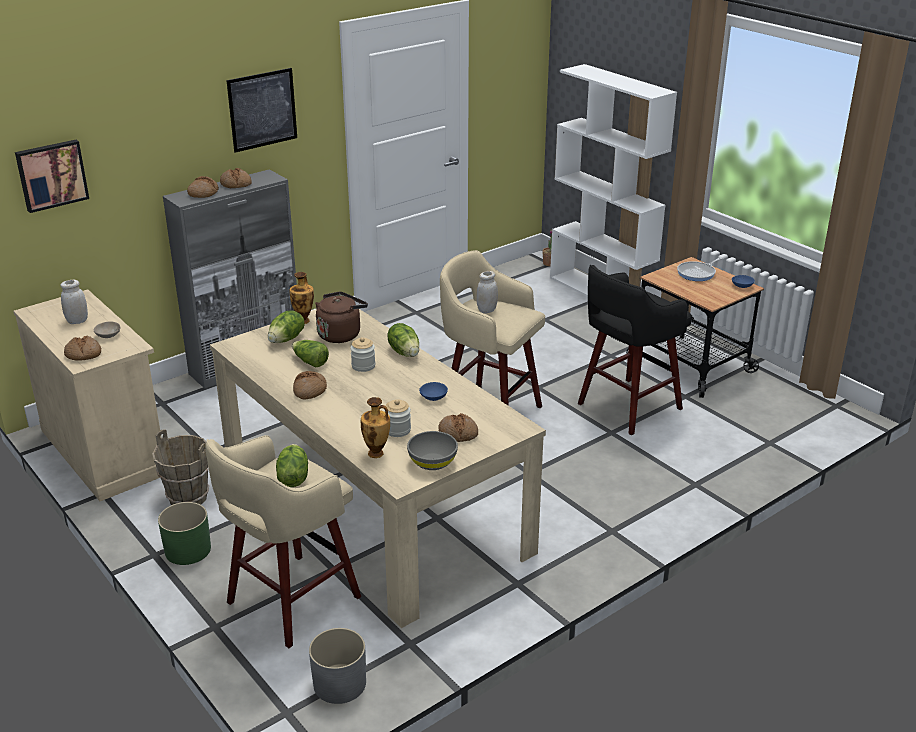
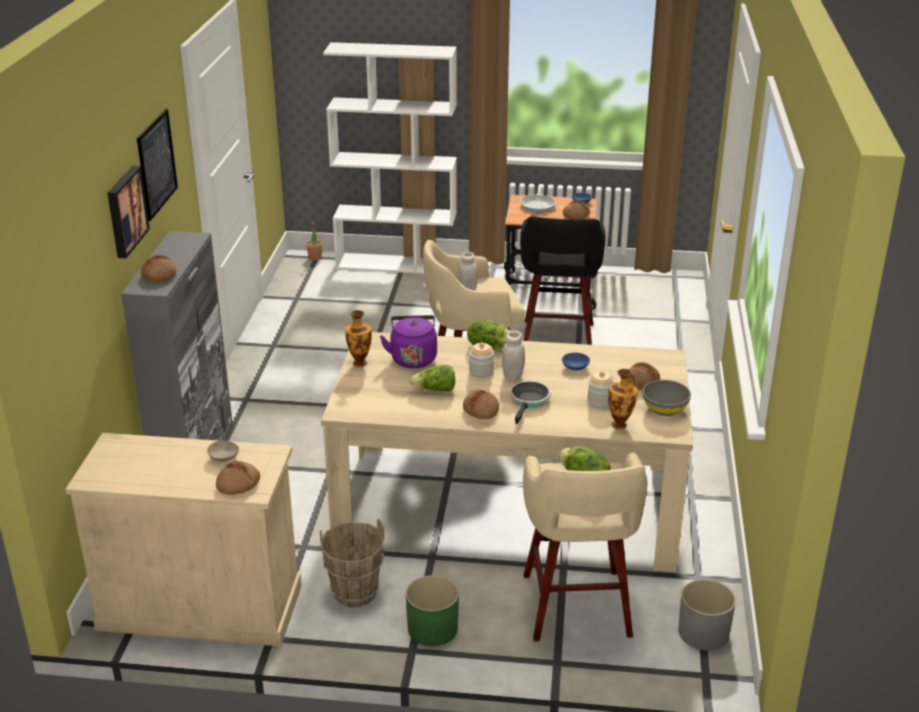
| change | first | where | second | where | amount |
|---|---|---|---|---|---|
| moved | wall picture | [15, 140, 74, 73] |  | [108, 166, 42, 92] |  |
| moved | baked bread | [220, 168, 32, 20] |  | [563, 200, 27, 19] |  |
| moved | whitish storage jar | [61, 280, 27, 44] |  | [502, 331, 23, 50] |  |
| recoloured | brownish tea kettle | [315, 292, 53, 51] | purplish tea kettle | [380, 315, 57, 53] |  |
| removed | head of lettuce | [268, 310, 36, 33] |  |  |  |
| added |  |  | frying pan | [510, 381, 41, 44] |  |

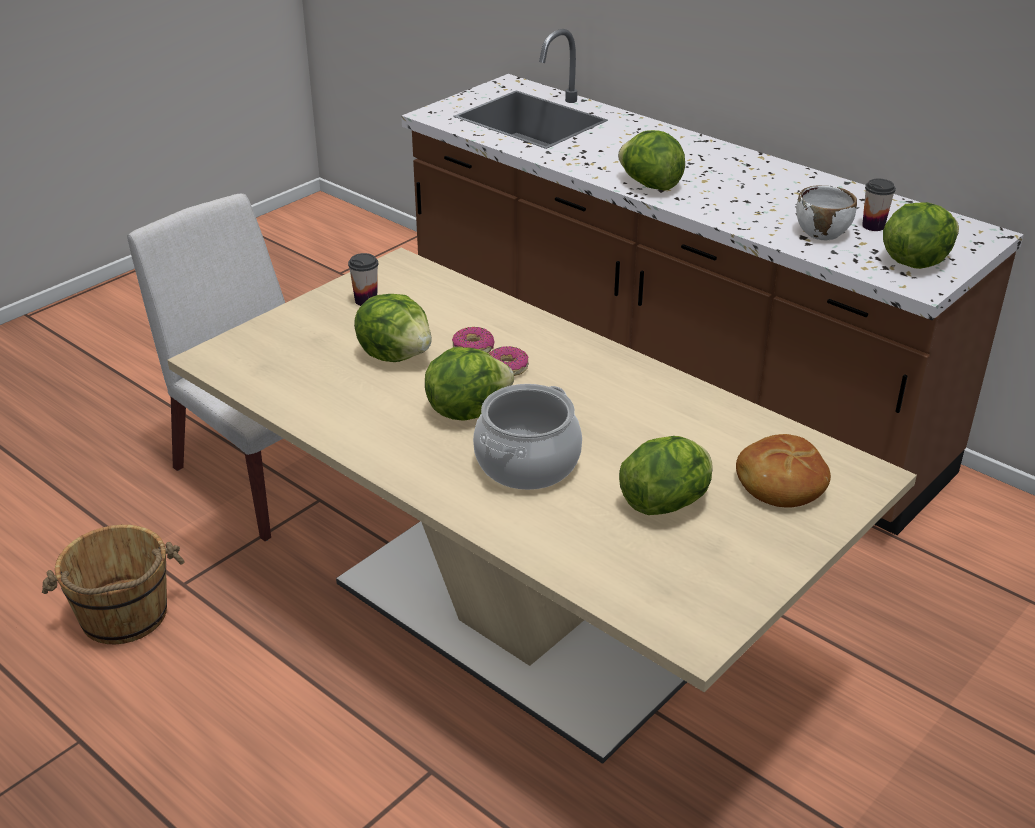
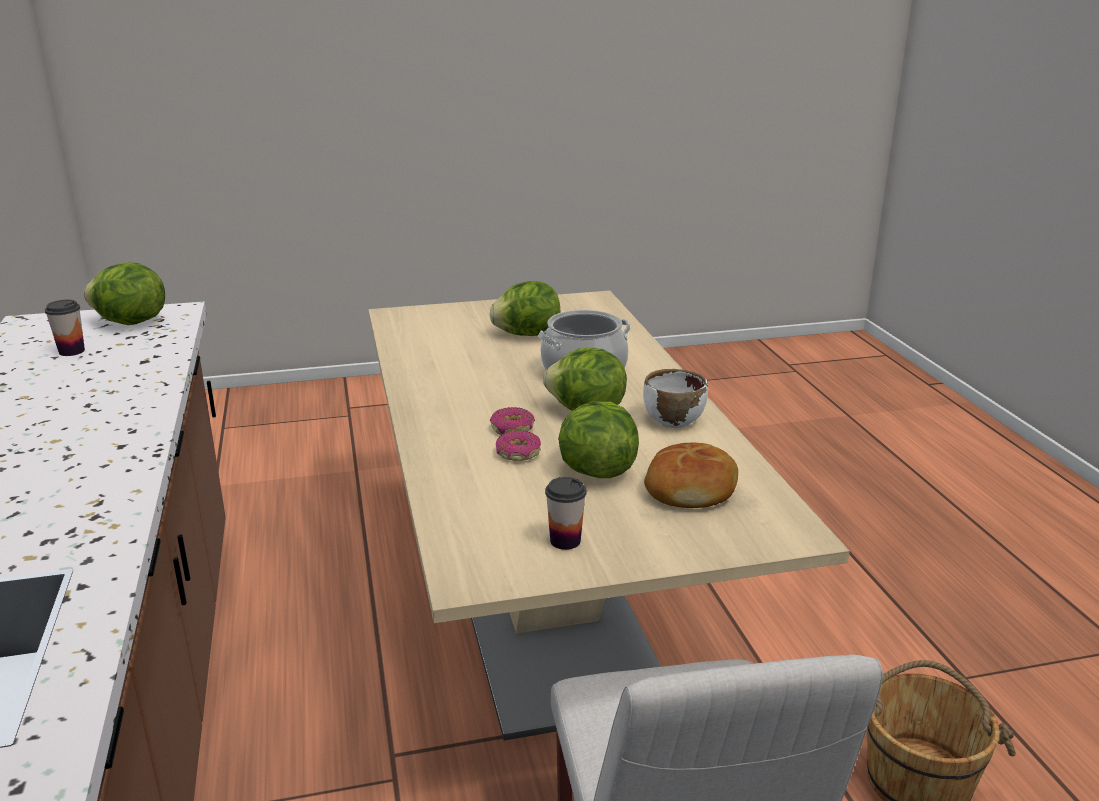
| change | first | where | second | where | amount |
|---|---|---|---|---|---|
| removed | head of lettuce | [618, 130, 67, 60] |  |  |  |
| moved | whitish deep dish | [796, 185, 61, 55] |  | [643, 369, 65, 59] |  |
| moved | baked bread | [736, 434, 95, 74] |  | [644, 443, 94, 65] |  |

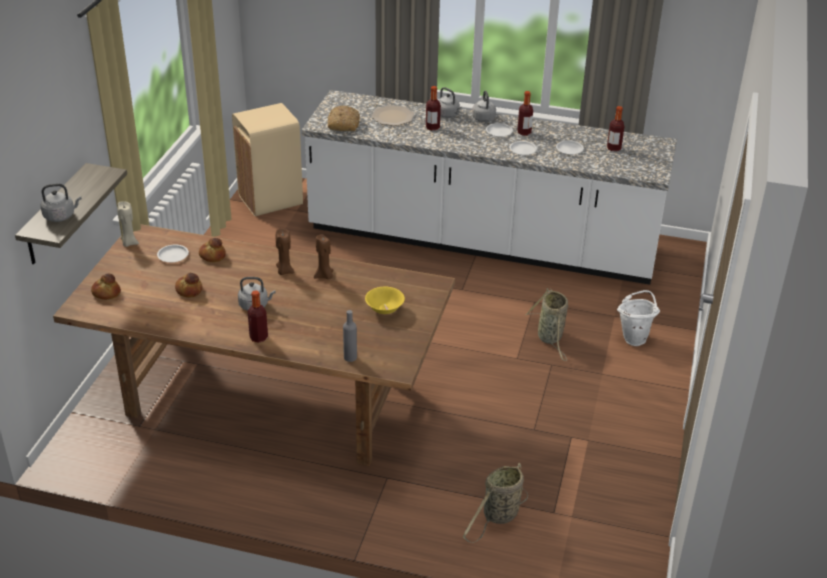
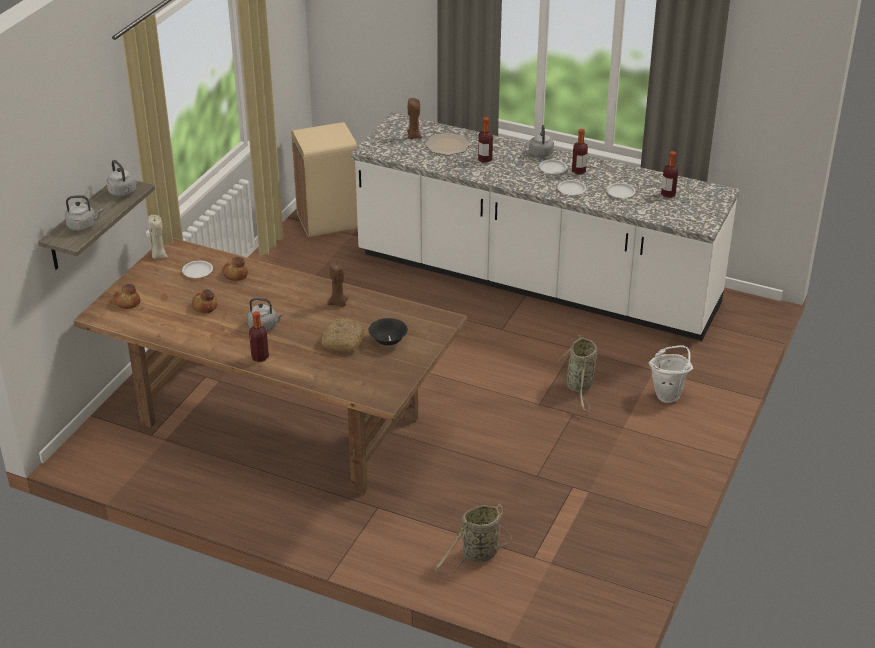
| change | first | where | second | where | amount |
|---|---|---|---|---|---|
| moved | grey tea kettle | [439, 87, 23, 31] |  | [107, 160, 29, 37] |  |
| moved | baked bread | [328, 106, 32, 25] |  | [322, 318, 42, 35] |  |
| moved | brownish candle | [276, 229, 19, 46] |  | [407, 98, 15, 41] |  |
| recoloured | yellowish deep dish | [365, 286, 40, 28] | blackish deep dish | [368, 318, 40, 28] |  |
| removed | grey drink bottle | [343, 310, 14, 52] |  |  |  |

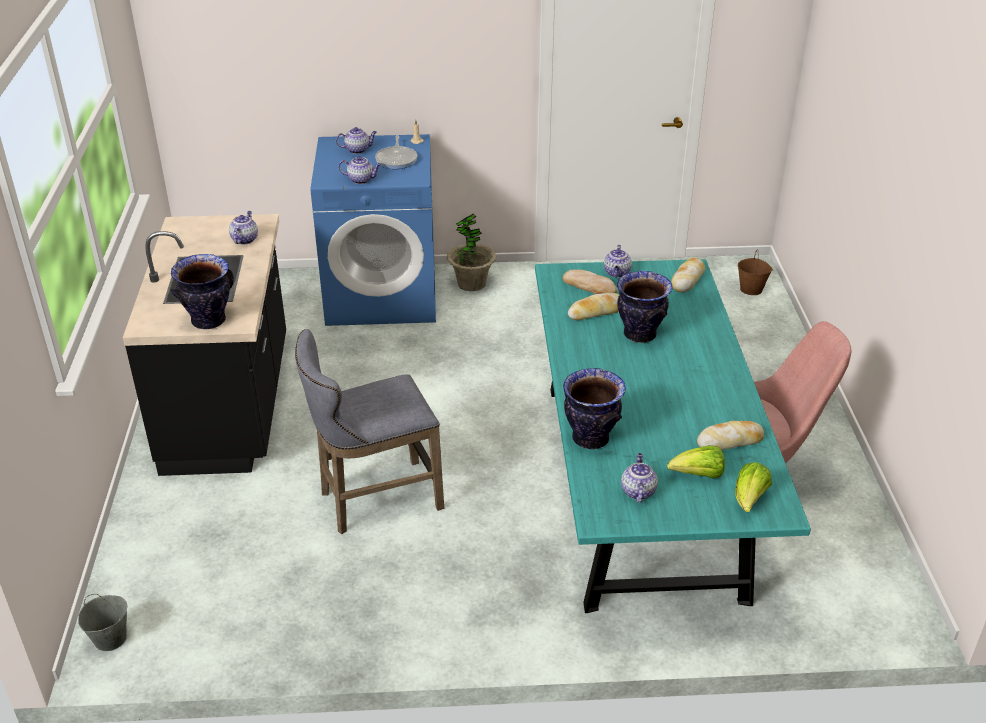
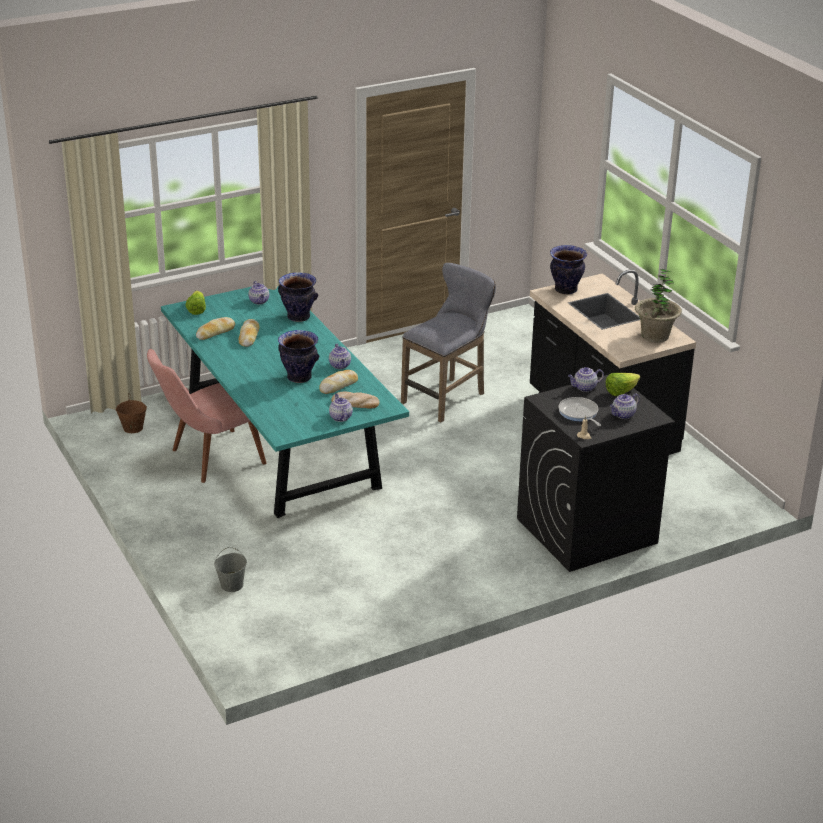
| change | first | where | second | where | amount |
|---|---|---|---|---|---|
| recoloured | bluish washing machine | [310, 134, 126, 192] | blackish washing machine | [517, 374, 158, 198] |  |
| moved | teapot | [229, 211, 29, 33] |  | [329, 344, 22, 25] |  |
| moved | potted plant | [447, 213, 49, 78] |  | [635, 269, 47, 74] |  |
| moved | brownish bucket | [738, 250, 35, 45] |  | [116, 393, 31, 40] |  |
| moved | baked bread | [671, 258, 34, 34] |  | [239, 319, 21, 28] |  |
| moved | head of lettuce | [667, 445, 58, 33] |  | [606, 373, 34, 23] |  |
| moved | grey bucket | [78, 594, 49, 57] |  | [214, 547, 33, 45] |  |

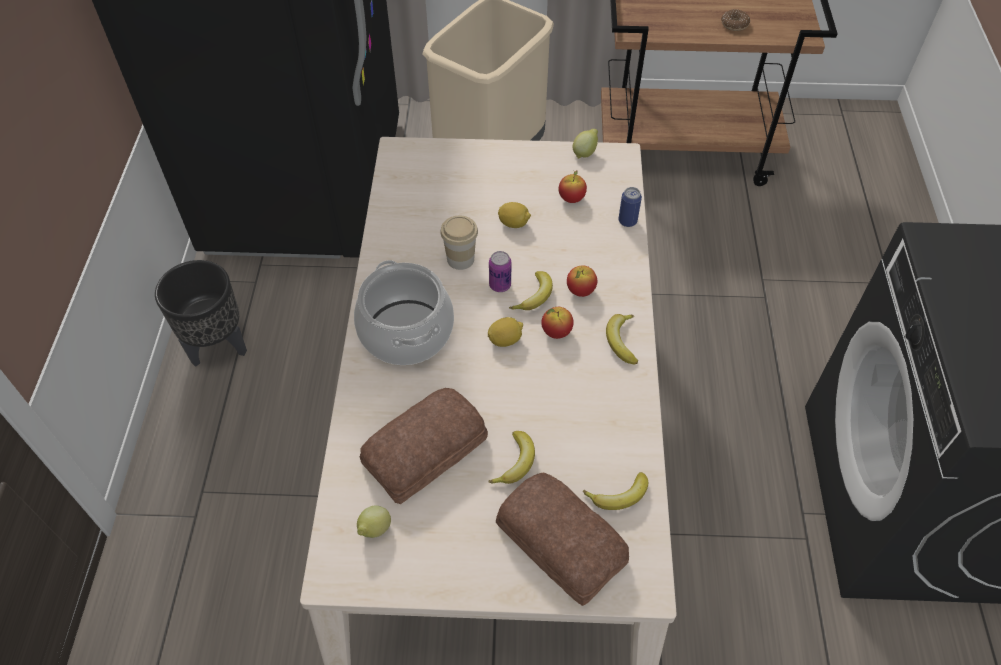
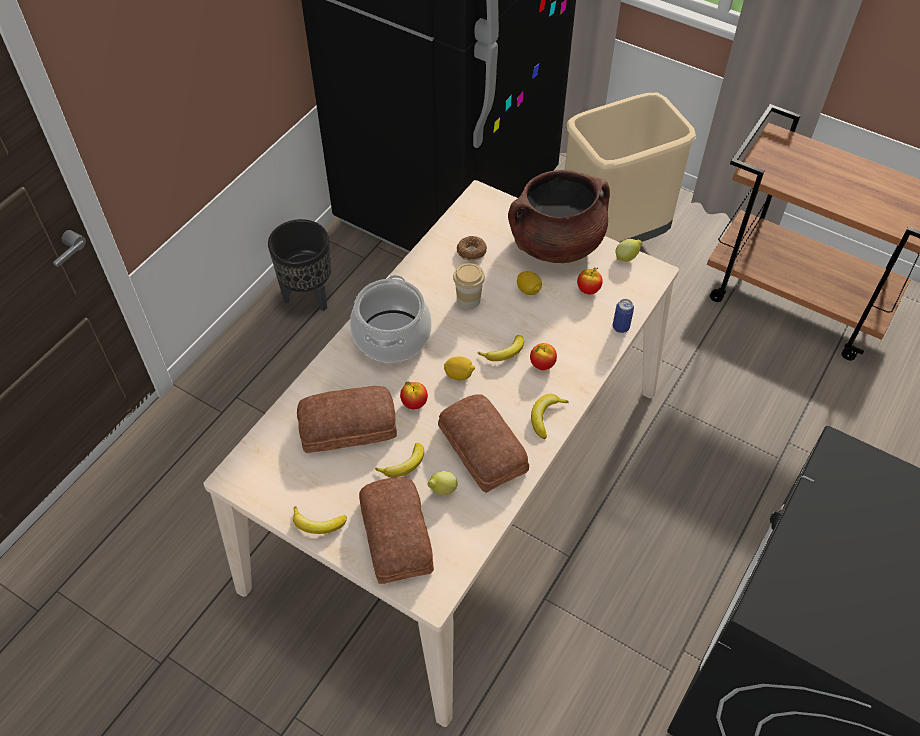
| change | first | where | second | where | amount |
|---|---|---|---|---|---|
| moved | ring doughnut | [721, 9, 29, 22] |  | [457, 236, 30, 25] |  |
| removed | metal can | [489, 251, 23, 41] |  |  |  |
| moved | apple | [541, 307, 32, 32] |  | [400, 382, 28, 27] |  |
| moved | banana fruit | [583, 472, 65, 38] |  | [293, 506, 54, 28] |  |
| moved | lemon | [357, 505, 34, 33] |  | [428, 471, 30, 24] |  |
| added |  |  | brownish saucepot | [508, 170, 102, 93] |  |
| added |  |  | baked bread | [438, 394, 91, 99] |  |

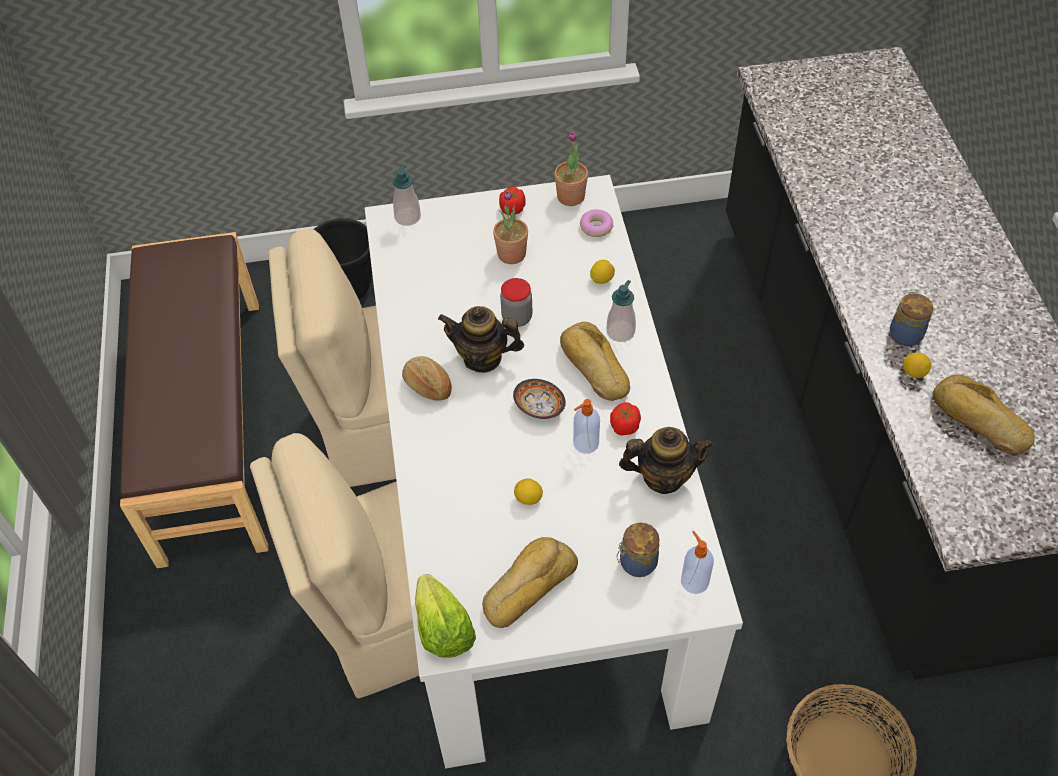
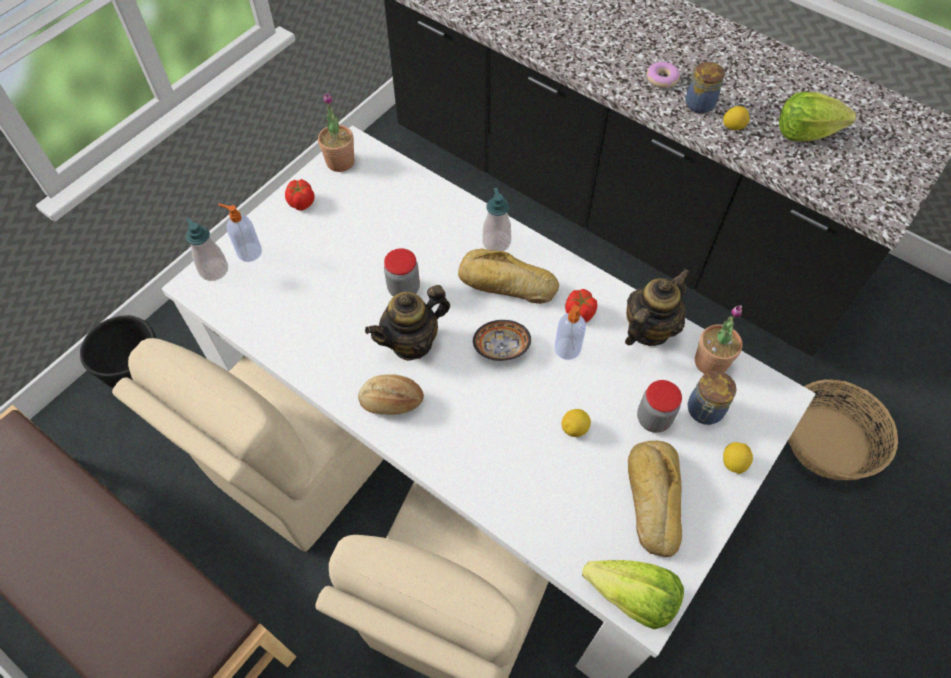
| change | first | where | second | where | amount |
|---|---|---|---|---|---|
| moved | potted plant | [493, 190, 35, 74] |  | [695, 305, 48, 69] |  |
| moved | ring doughnut | [580, 209, 33, 28] |  | [647, 62, 33, 27] |  |
| moved | lemon | [590, 260, 25, 24] |  | [723, 442, 30, 32] |  |
| replaced | baked bread | [933, 375, 102, 80] | head of lettuce | [779, 92, 77, 49] |  |
| moved | soap dispenser | [681, 531, 33, 63] |  | [218, 204, 44, 58] |  |
| added |  |  | storage jar | [637, 380, 45, 53] |  |

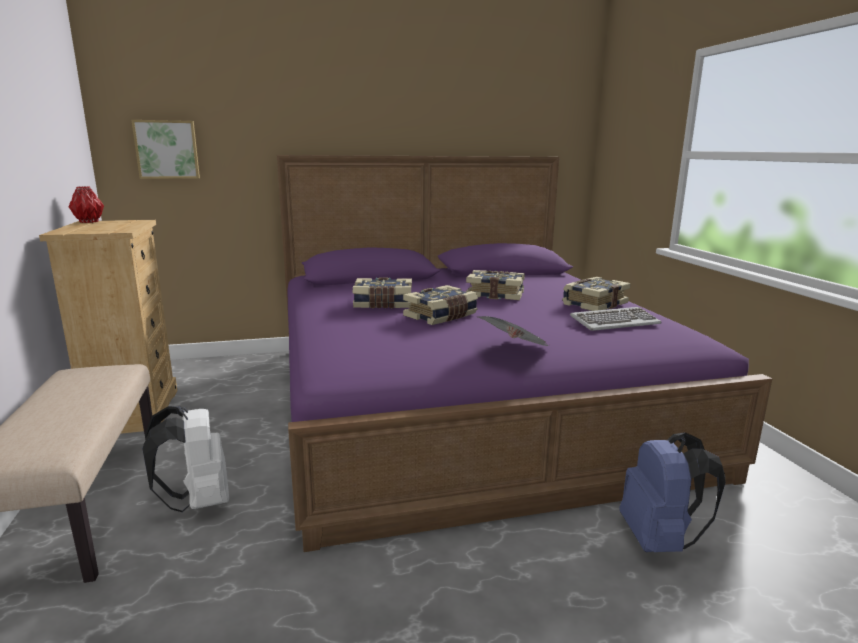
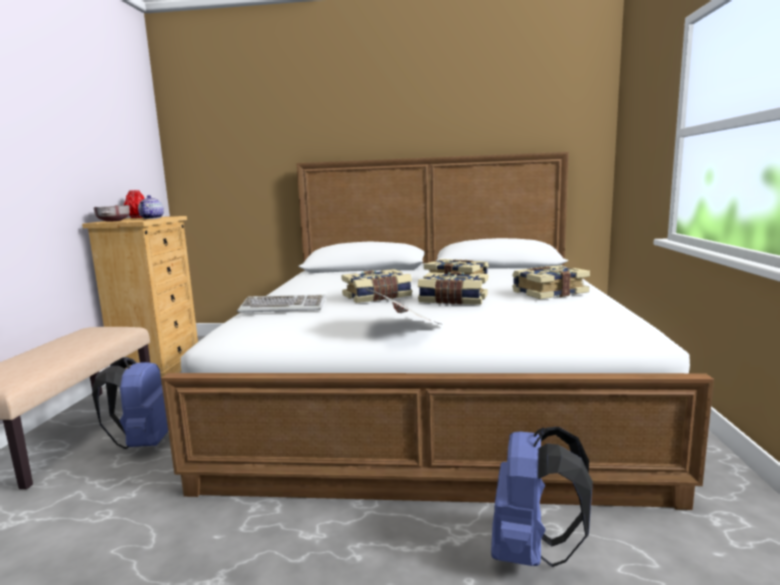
| change | first | where | second | where | amount |
|---|---|---|---|---|---|
| removed | wall picture | [131, 120, 69, 59] |  |  |  |
| recoloured | purplish bedroom bed | [277, 155, 495, 397] | whitish bedroom bed | [161, 152, 553, 358] |  |
| moved | bound book | [353, 277, 59, 31] |  | [418, 272, 70, 33] |  |
| moved | computer keyboard | [570, 307, 91, 24] |  | [237, 294, 89, 18] |  |
| recoloured | whitish rucksack | [142, 406, 87, 106] | bluish rucksack | [92, 357, 76, 92] |  |
| added |  |  | teapot | [138, 195, 26, 24] |  |
| added |  |  | grey deep dish | [94, 205, 36, 17] |  |

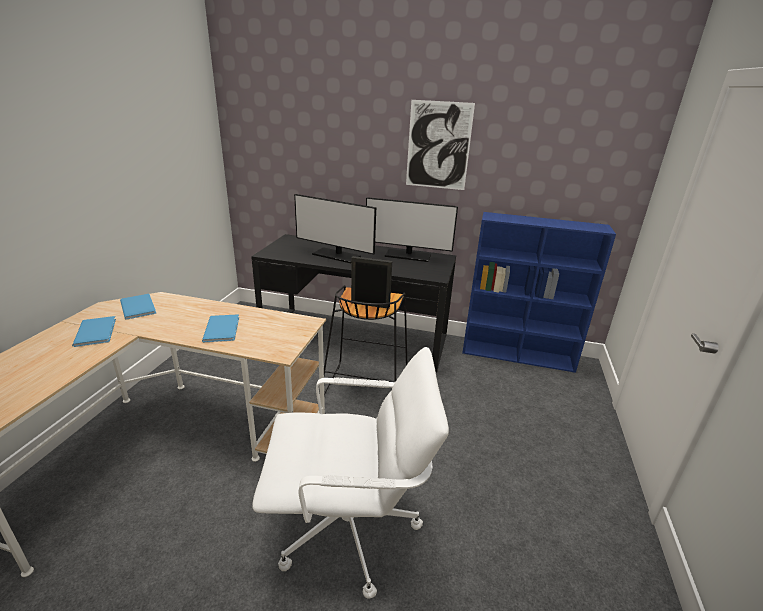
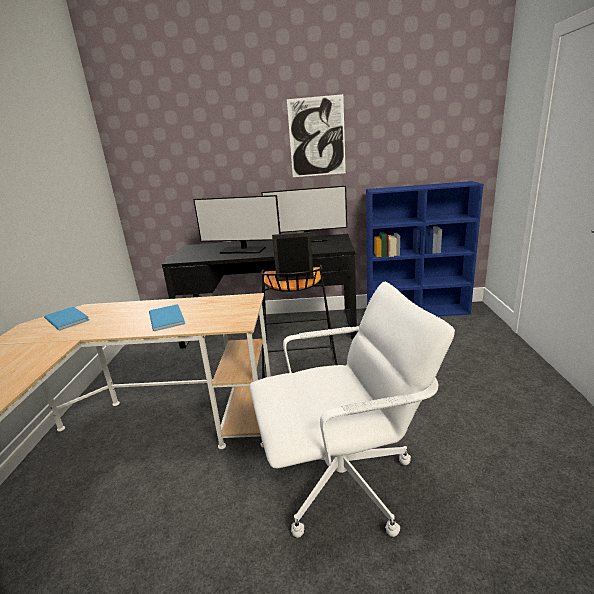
| change | first | where | second | where | amount |
|---|---|---|---|---|---|
| removed | bluish bound book | [72, 316, 44, 31] |  |  |  |

